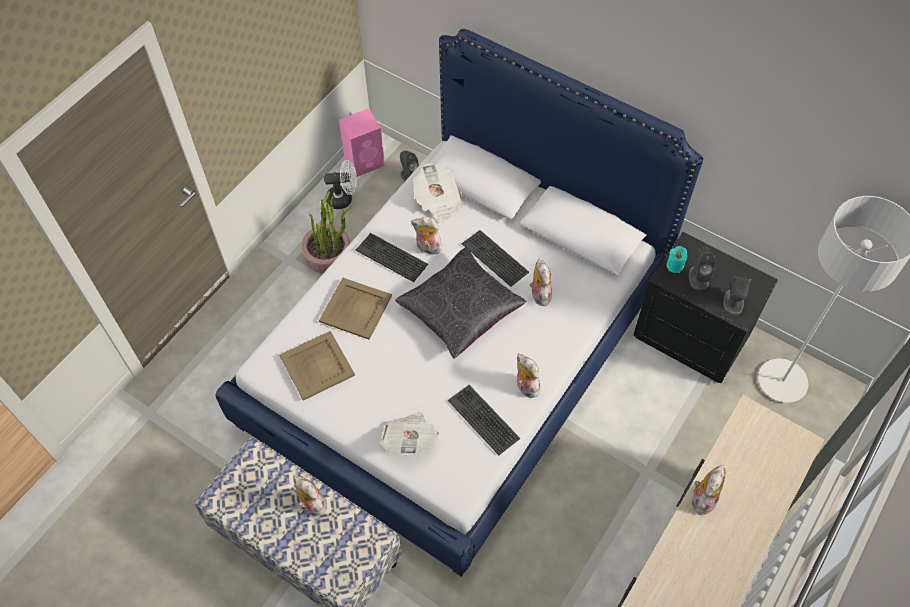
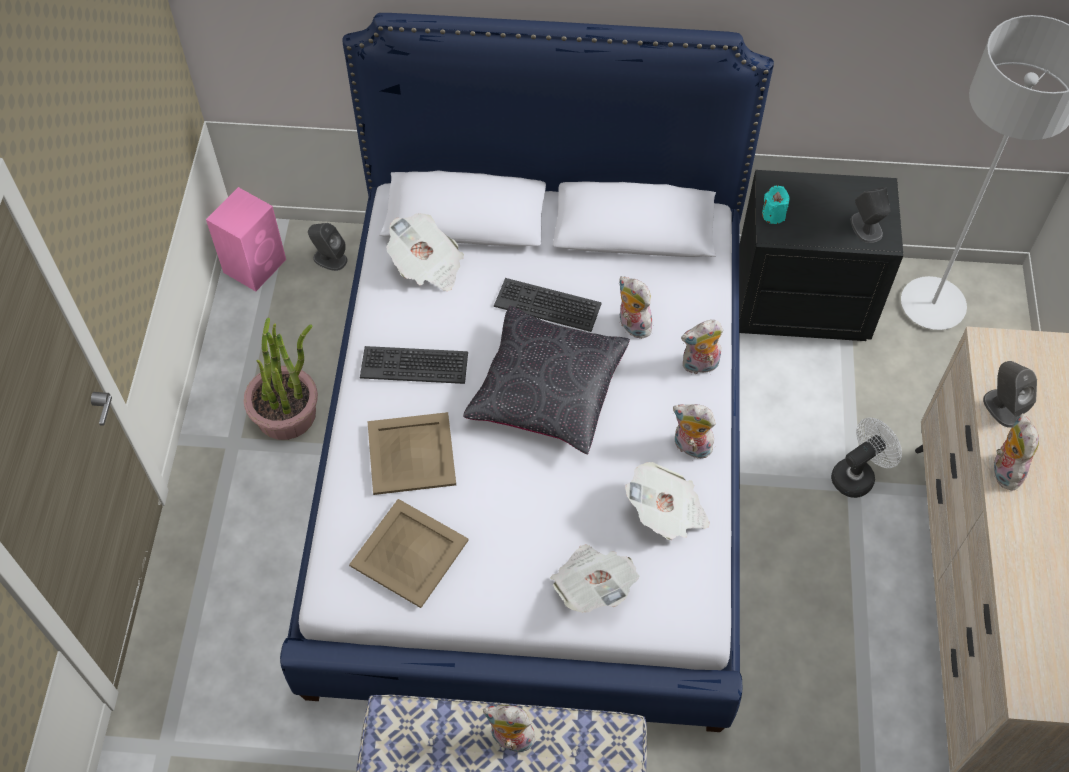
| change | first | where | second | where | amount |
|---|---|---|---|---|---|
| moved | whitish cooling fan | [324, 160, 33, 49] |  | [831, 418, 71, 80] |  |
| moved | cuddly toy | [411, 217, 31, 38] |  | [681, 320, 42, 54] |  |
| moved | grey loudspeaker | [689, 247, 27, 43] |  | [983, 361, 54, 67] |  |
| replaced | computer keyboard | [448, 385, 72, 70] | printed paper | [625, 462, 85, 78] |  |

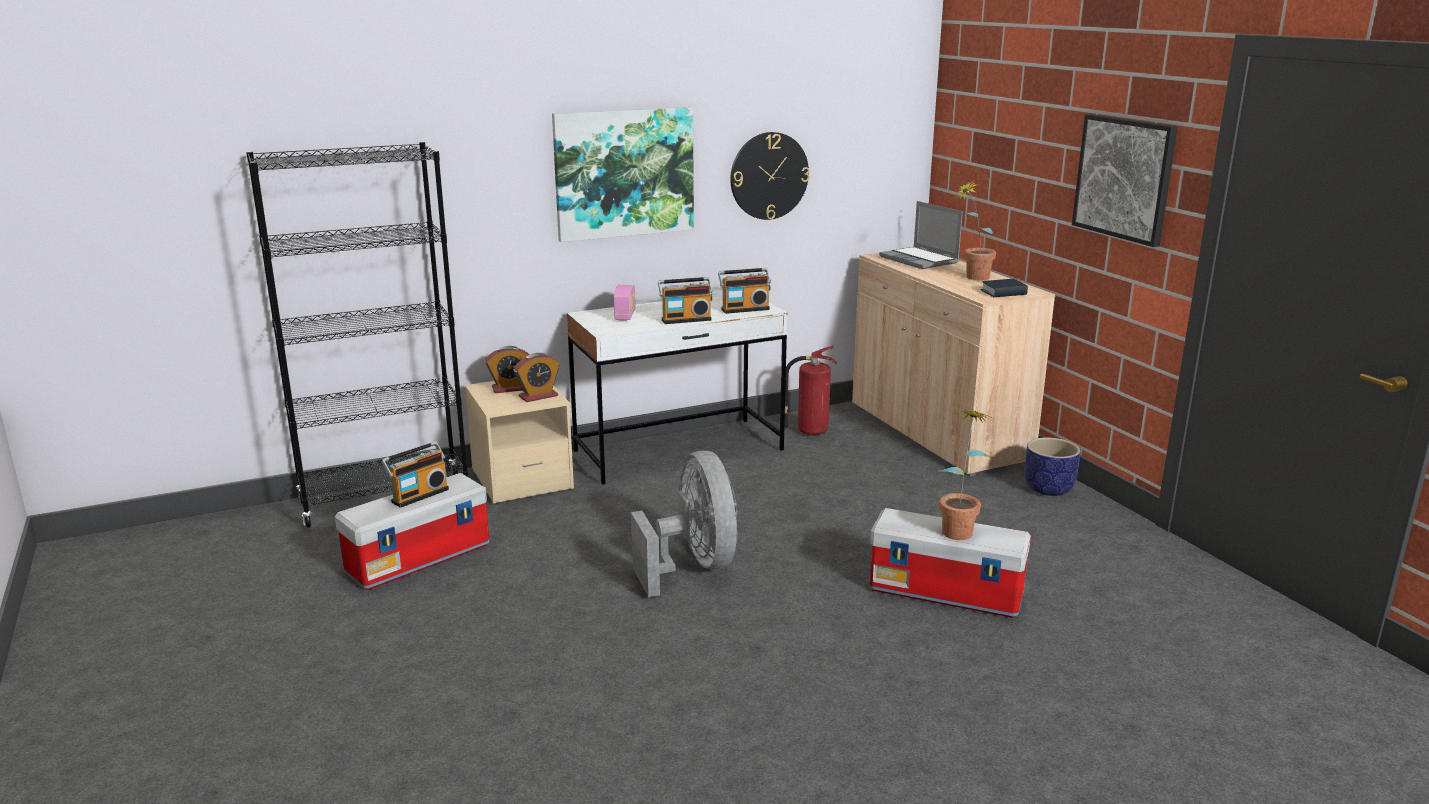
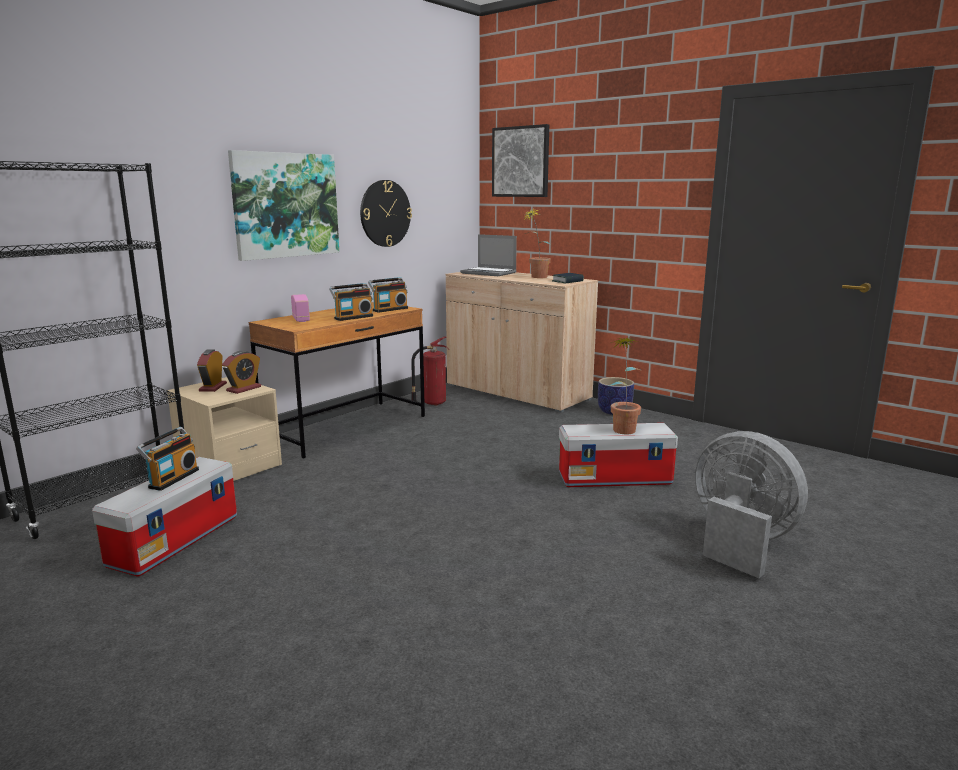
| change | first | where | second | where | amount |
|---|---|---|---|---|---|
| moved | wall picture | [1072, 114, 106, 133] |  | [492, 124, 57, 73] |  |
| recoloured | whitish desk | [567, 294, 220, 191] | brownish desk | [249, 302, 176, 157] |  |
| turned | table clock | [485, 346, 45, 47] |  | [197, 349, 30, 43] | 135 degrees clockwise |
| moved | grey cooling fan | [631, 451, 107, 146] |  | [695, 431, 113, 147] |  |

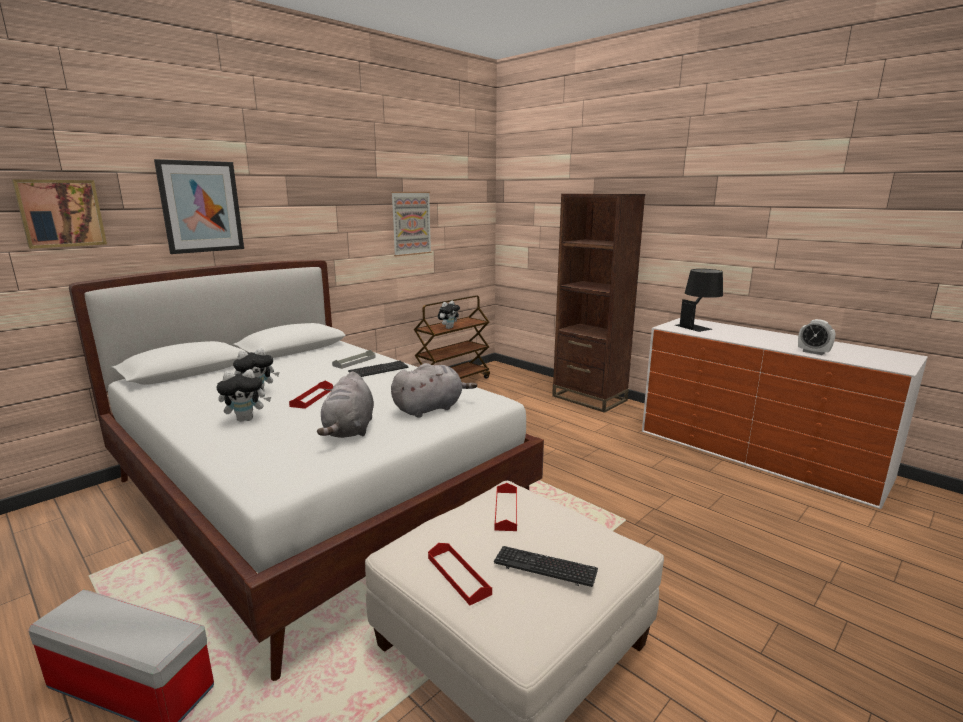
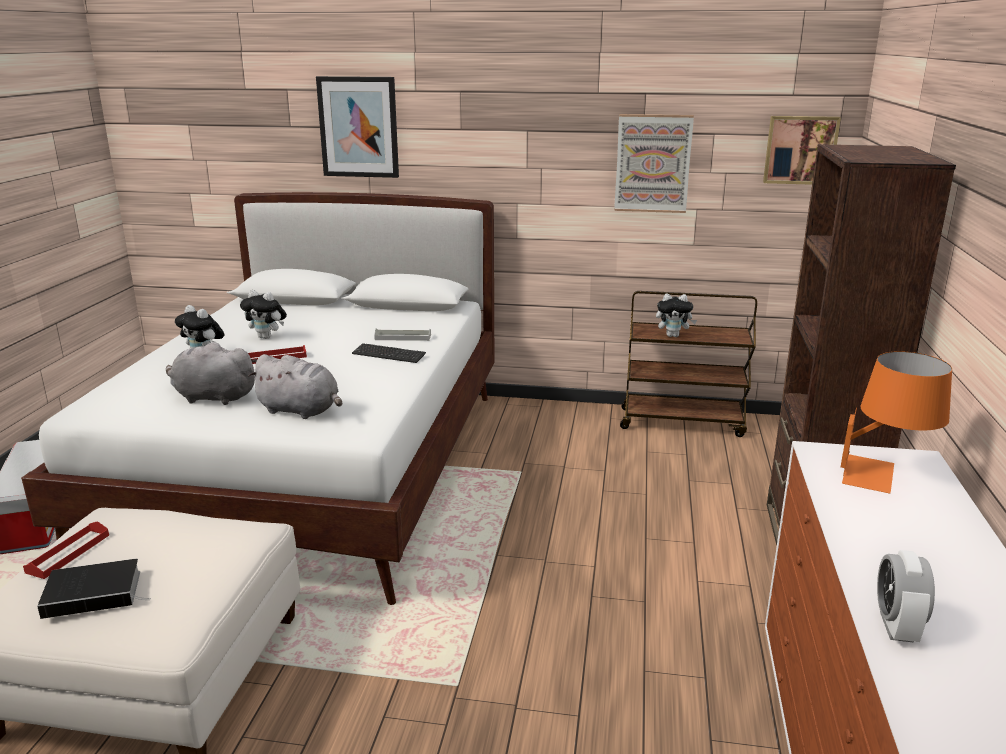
| change | first | where | second | where | amount |
|---|---|---|---|---|---|
| moved | wall picture | [12, 179, 95, 70] |  | [763, 116, 78, 69] |  |
| recoloured | blackish tabletop lamp | [675, 269, 48, 63] | orange tabletop lamp | [841, 351, 111, 142] |  |
| turned | grey cuddly toy | [317, 371, 57, 67] |  | [166, 342, 91, 63] | 45 degrees clockwise |
| removed | reddish carrying tray | [495, 483, 22, 48] |  |  |  |
| replaced | computer keyboard | [494, 546, 104, 41] | bound book | [37, 559, 114, 60] |  |

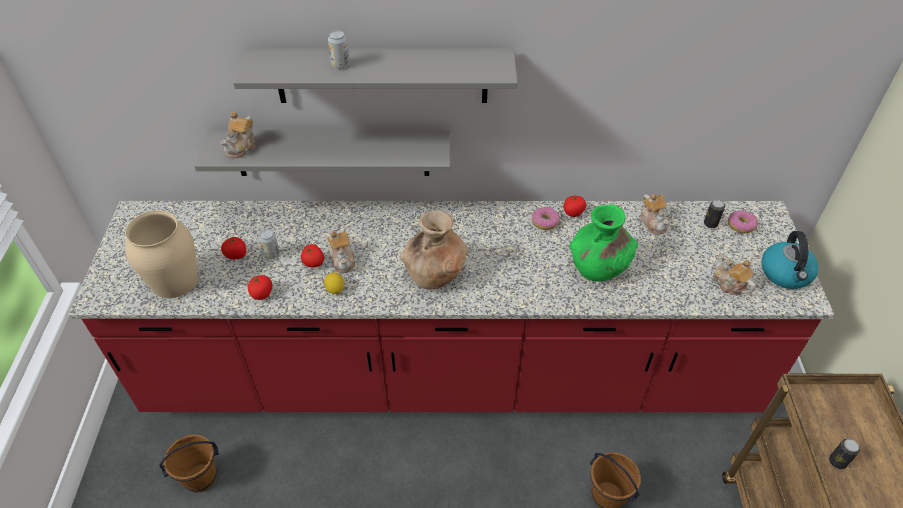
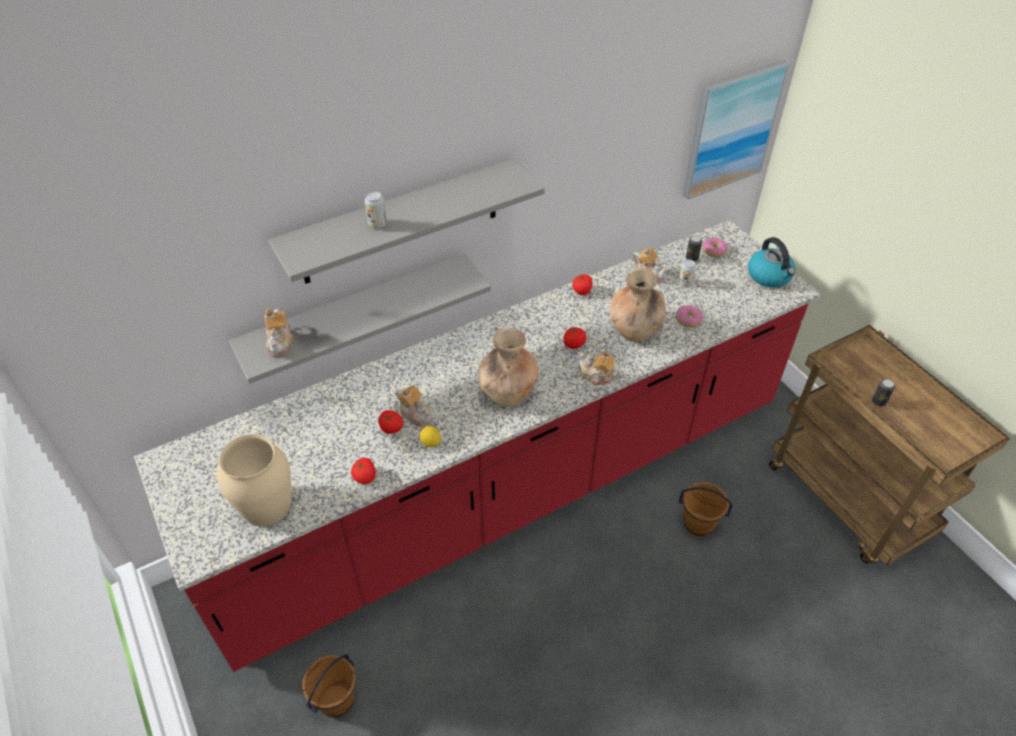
| change | first | where | second | where | amount |
|---|---|---|---|---|---|
| recoloured | green-coloured vase | [569, 204, 69, 78] | brownish vase | [610, 268, 56, 74] |  |
| moved | ring doughnut | [532, 207, 28, 23] |  | [676, 305, 27, 22] |  |
| moved | metal can | [259, 229, 21, 30] |  | [678, 259, 18, 28] |  |
| moved | tomato | [221, 237, 25, 22] |  | [563, 327, 24, 22] |  |
| moved | teapot | [713, 254, 43, 41] |  | [578, 350, 43, 36] |  |
| added |  |  | wall picture | [682, 60, 107, 140] |  |

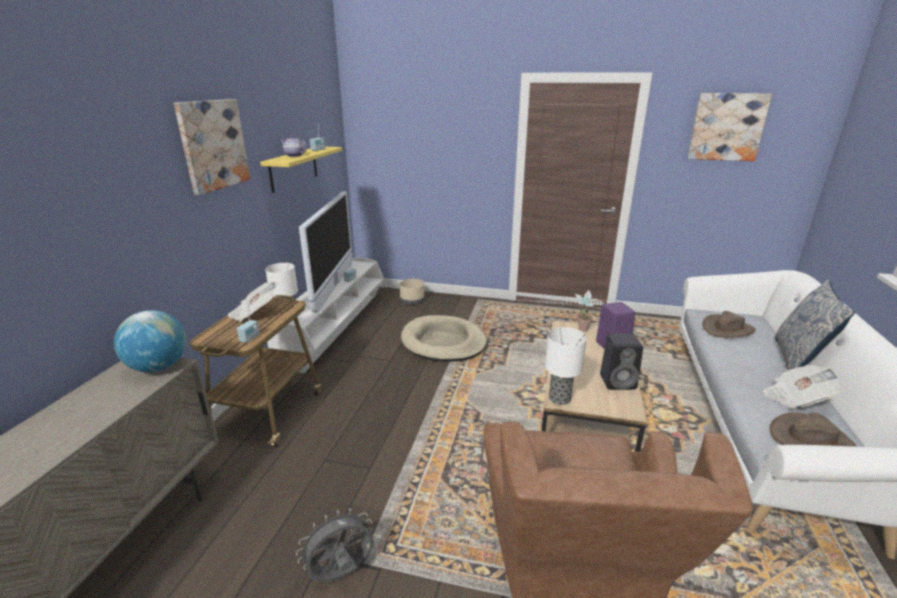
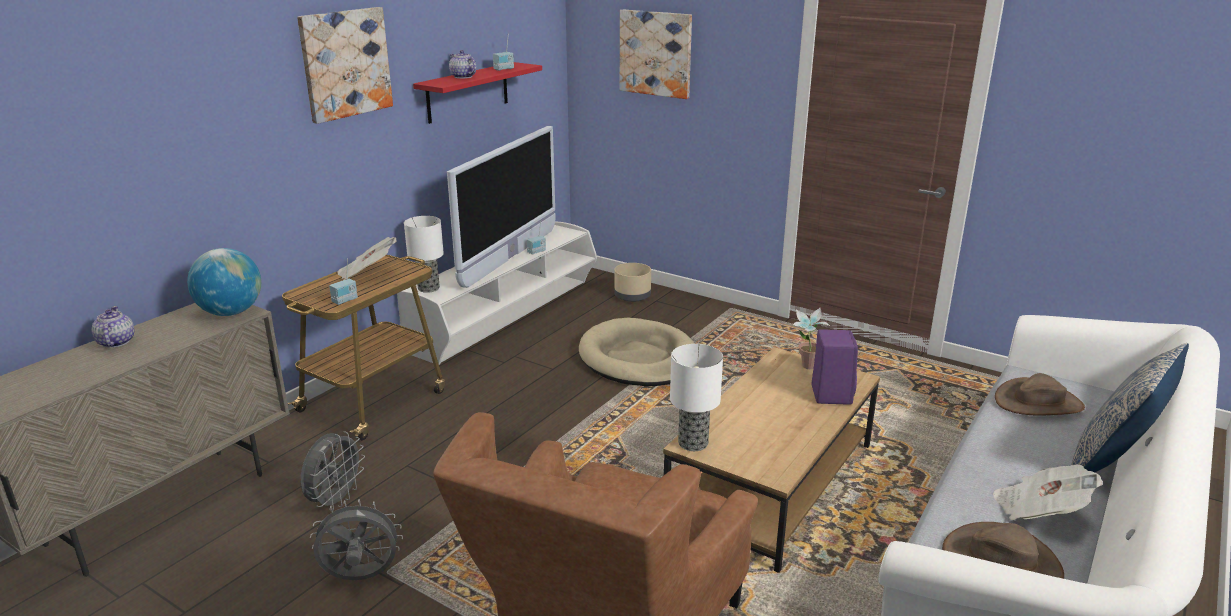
| change | first | where | second | where | amount |
|---|---|---|---|---|---|
| moved | wall picture | [687, 93, 85, 68] |  | [620, 9, 72, 90] |  |
| recoloured | yellowish bracket shelf | [260, 147, 82, 46] | reddish bracket shelf | [413, 62, 129, 62] |  |
| removed | blackish loudspeaker | [600, 333, 43, 57] |  |  |  |
| added |  |  | teapot | [92, 306, 42, 42] |  |
| added |  |  | grey cooling fan | [301, 431, 64, 80] |  |

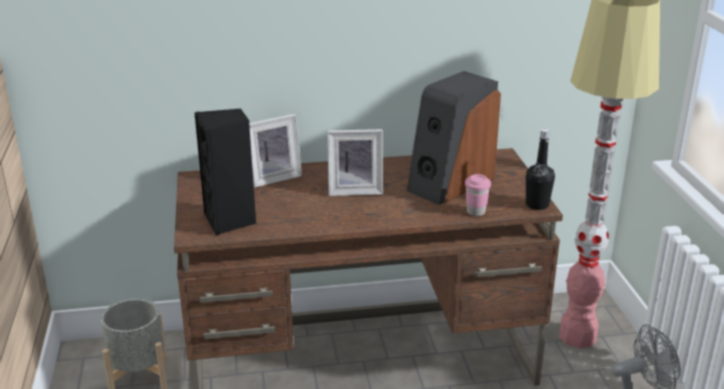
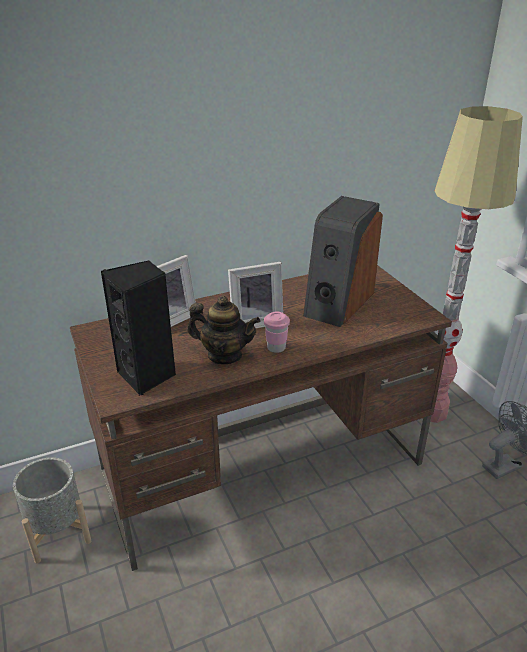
| change | first | where | second | where | amount |
|---|---|---|---|---|---|
| removed | blackish drink bottle | [526, 129, 29, 81] |  |  |  |
| moved | pinkish drinking cup | [465, 174, 26, 42] |  | [264, 312, 26, 41] |  |
| added |  |  | teapot | [187, 296, 73, 68] |  |

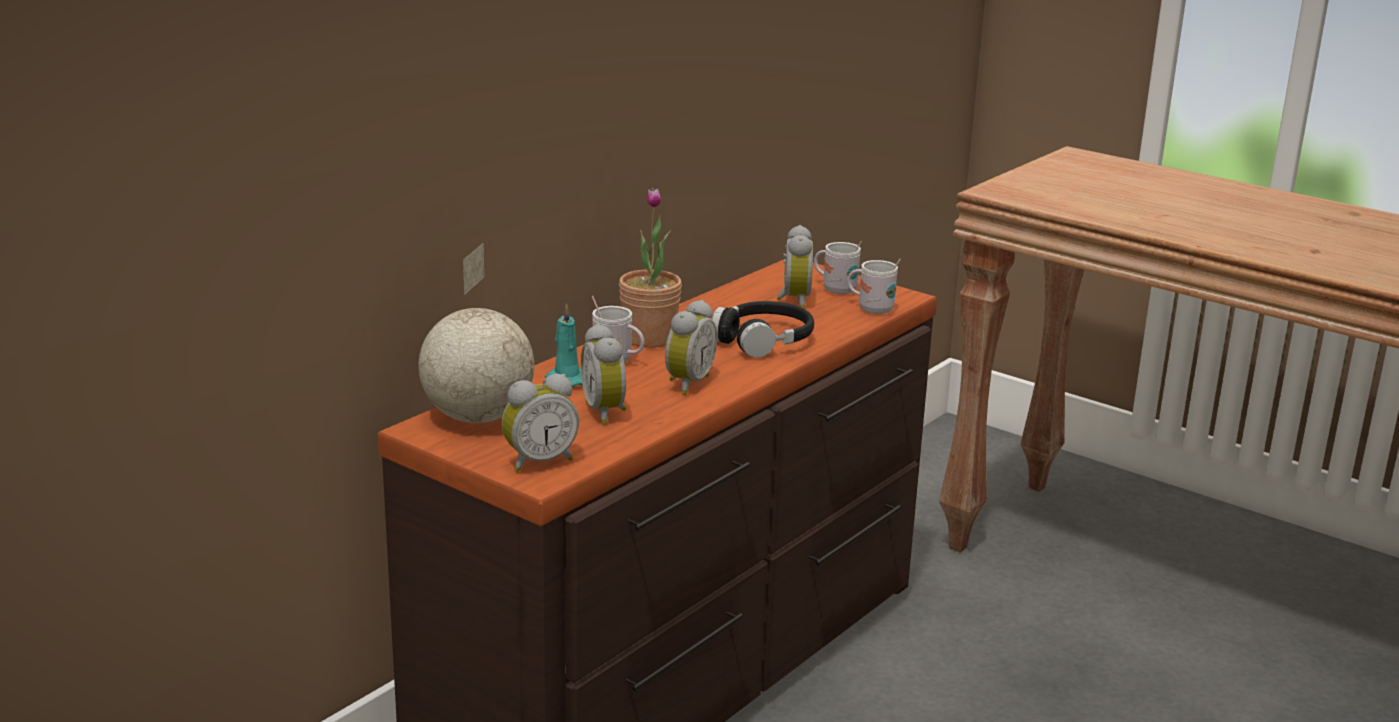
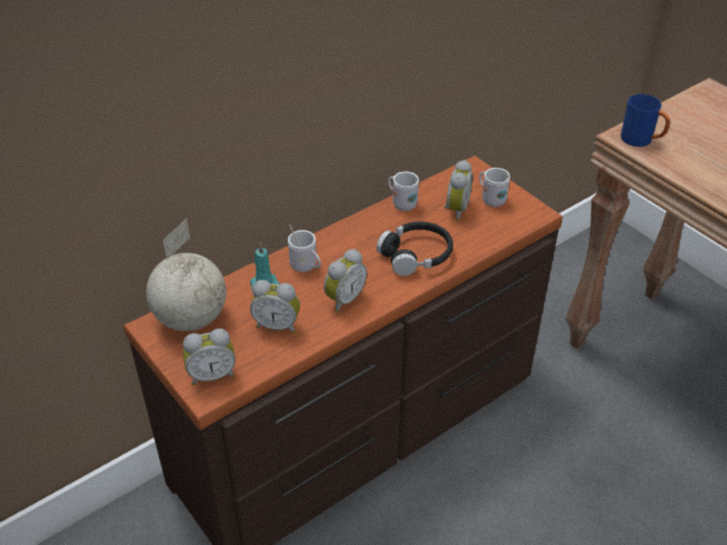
| change | first | where | second | where | amount |
|---|---|---|---|---|---|
| removed | potted plant | [619, 188, 63, 160] |  |  |  |
| moved | whitish mug | [847, 258, 54, 56] |  | [388, 172, 31, 39] |  |
| turned | table clock | [581, 323, 45, 102] |  | [250, 280, 50, 54] | 75 degrees counterclockwise |
| added |  |  | bluish mug | [621, 94, 49, 53] |  |

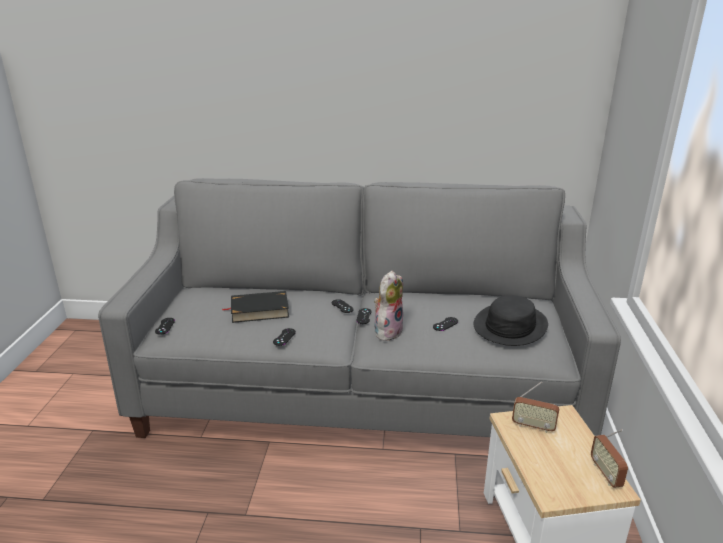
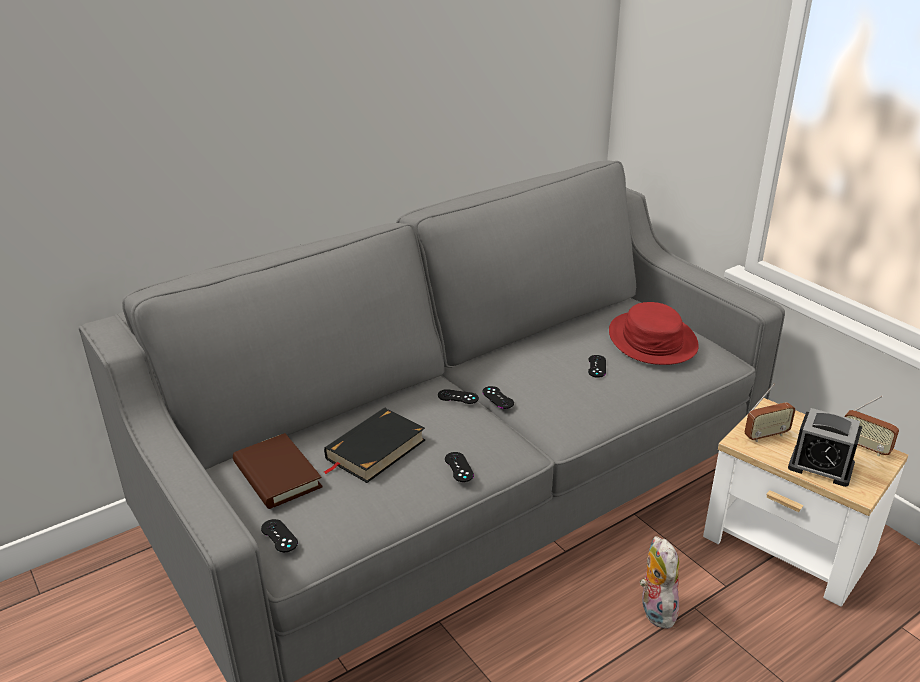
| change | first | where | second | where | amount |
|---|---|---|---|---|---|
| moved | cuddly toy | [374, 271, 29, 70] |  | [640, 536, 39, 93] |  |
| recoloured | blackish clothing hat | [474, 295, 74, 51] | reddish clothing hat | [609, 302, 90, 63] |  |
| added |  |  | table clock | [788, 408, 74, 79] |  |
| added |  |  | brownish bound book | [233, 433, 90, 76] |  |

